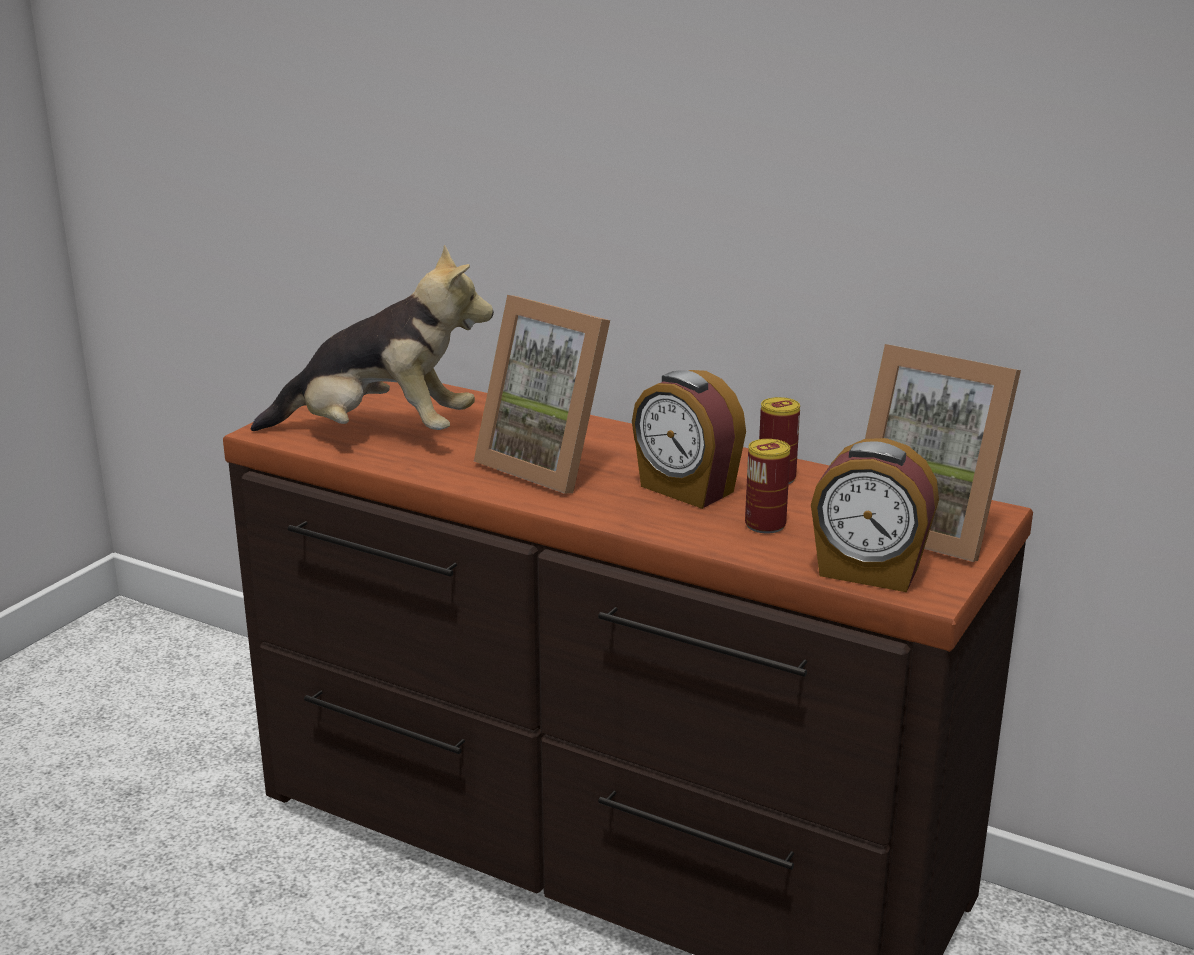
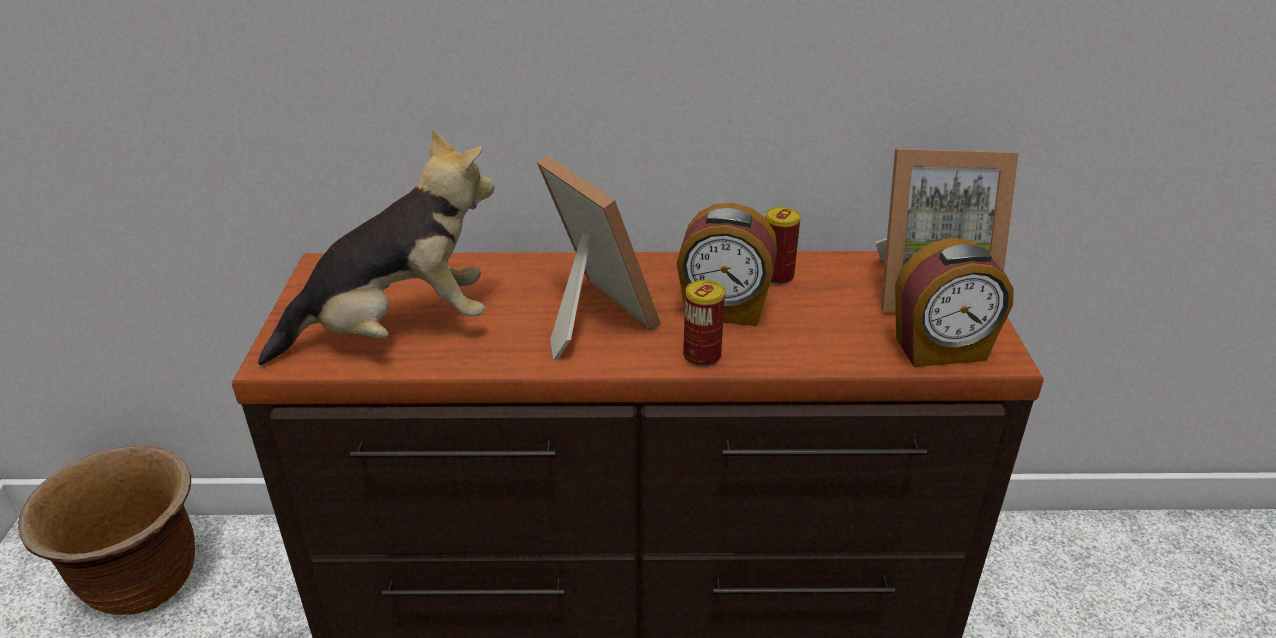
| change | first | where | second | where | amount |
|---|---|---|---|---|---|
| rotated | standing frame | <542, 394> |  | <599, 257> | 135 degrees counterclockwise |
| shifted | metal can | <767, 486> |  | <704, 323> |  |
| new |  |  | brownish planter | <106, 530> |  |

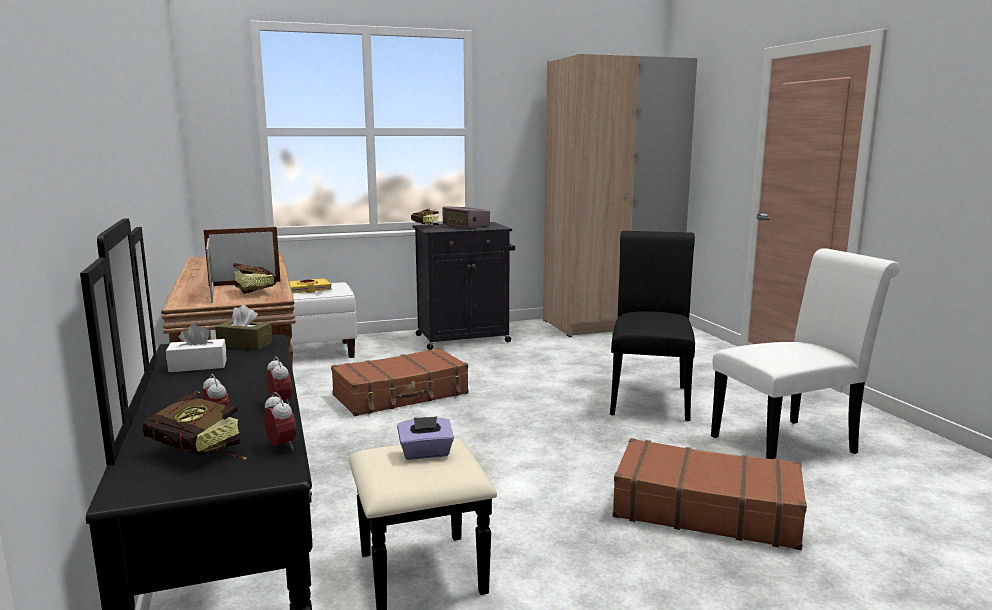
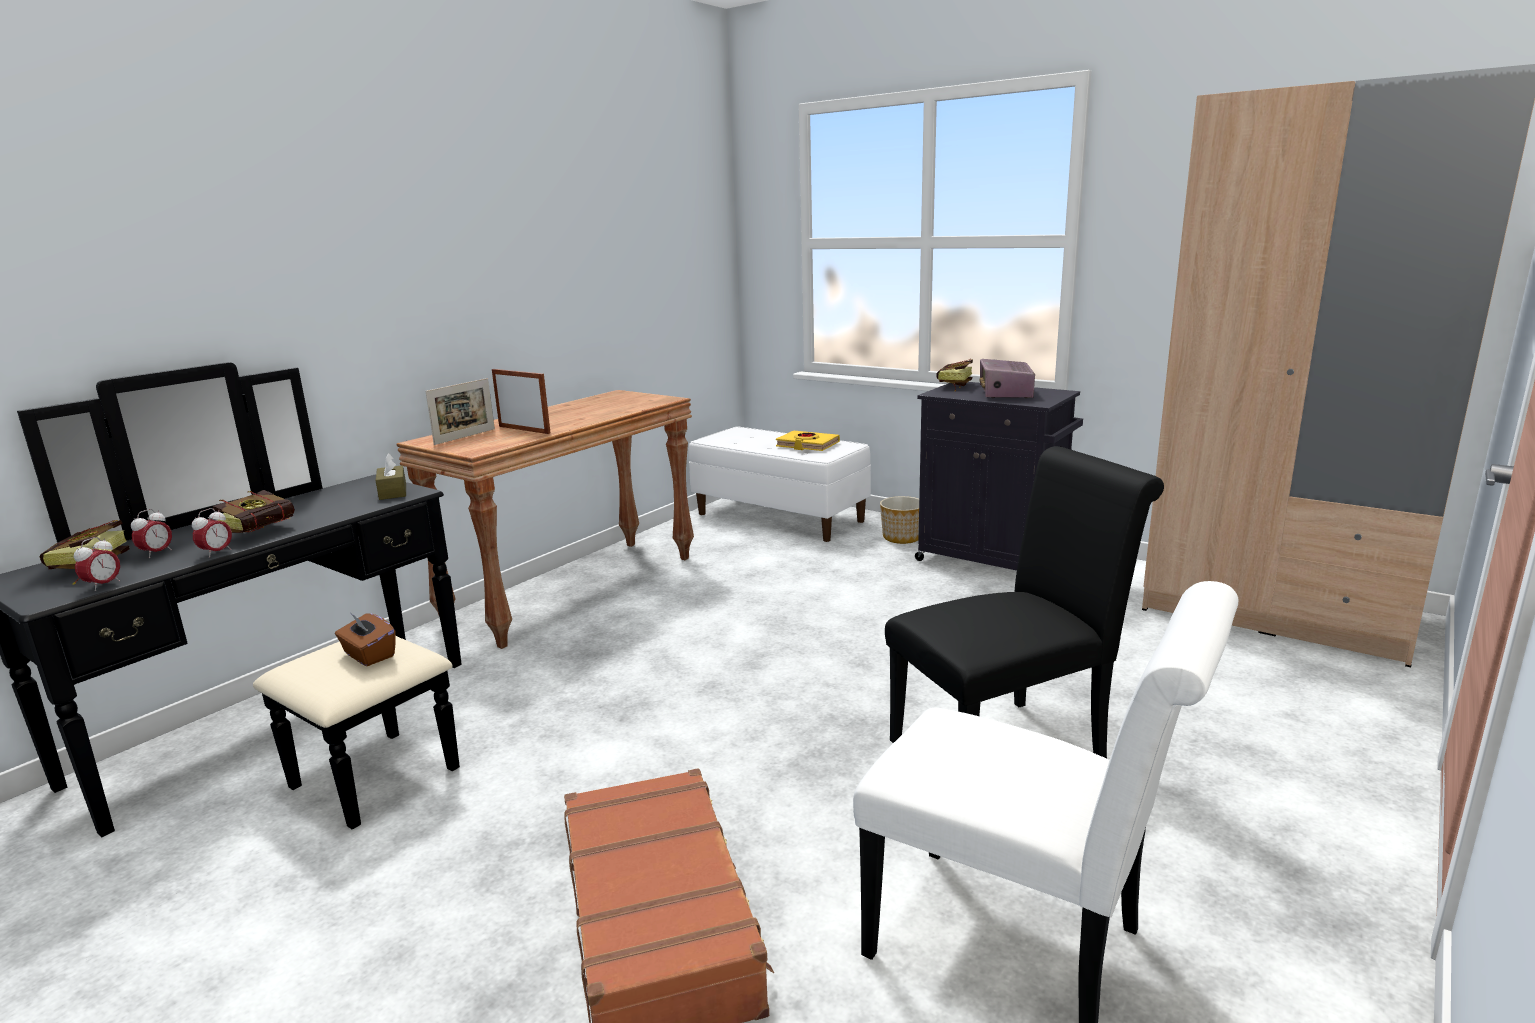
| change | first | where | second | where | amount |
|---|---|---|---|---|---|
| shifted | bound book | <255, 278> |  | <254, 511> |  |
| gone | whitish tissue box | <196, 348> |  |  |  |
| gone | brownish piece of luggage | <400, 382> |  |  |  |
| repainted | purple tissue box | <425, 438> | brownish tissue box | <365, 639> |  |
| new |  |  | planter | <899, 520> |  |

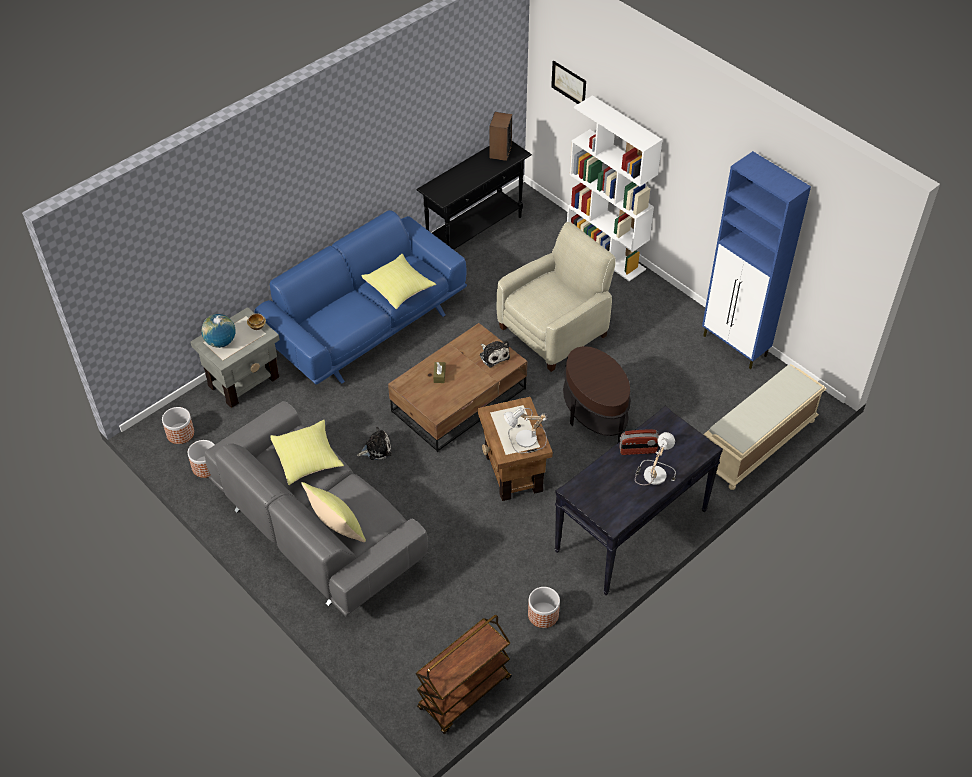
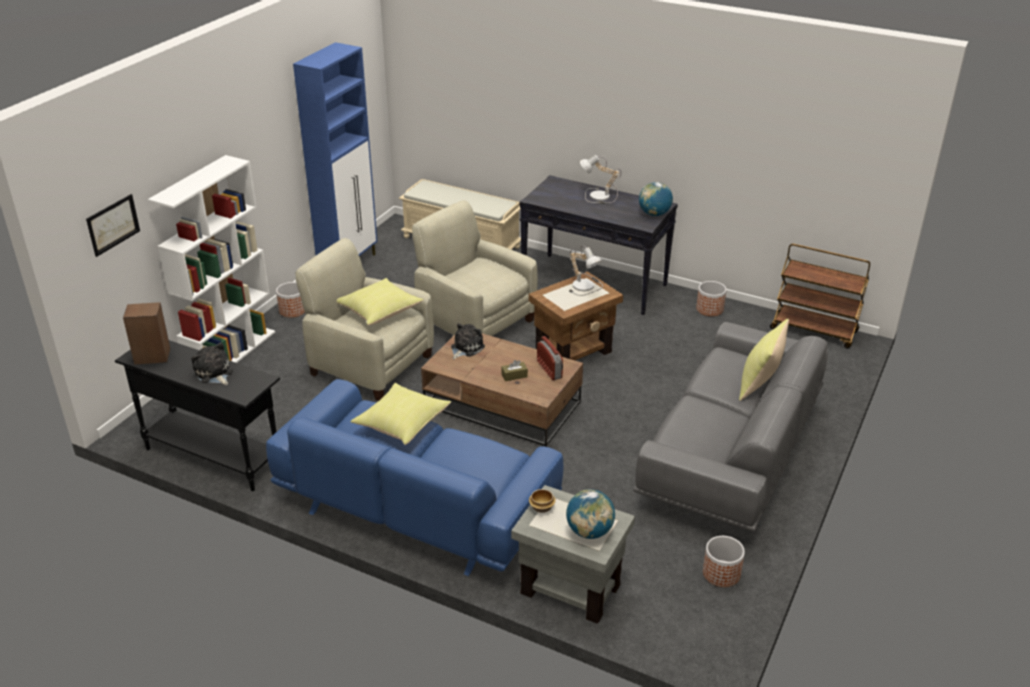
| change | first | where | second | where | amount |
|---|---|---|---|---|---|
| swapped | brownish end table | <597, 394> | sand-coloured armchair | <475, 268> |  |
| shifted | planter | <178, 425> |  | <290, 299> |  |
| shifted | yellowish pillow | <307, 452> |  | <380, 301> |  |
| shifted | soft toy | <374, 443> |  | <212, 363> |  |
| shifted | radio | <639, 442> |  | <550, 358> |  |
| new |  |  | desk globe | <656, 199> |  |

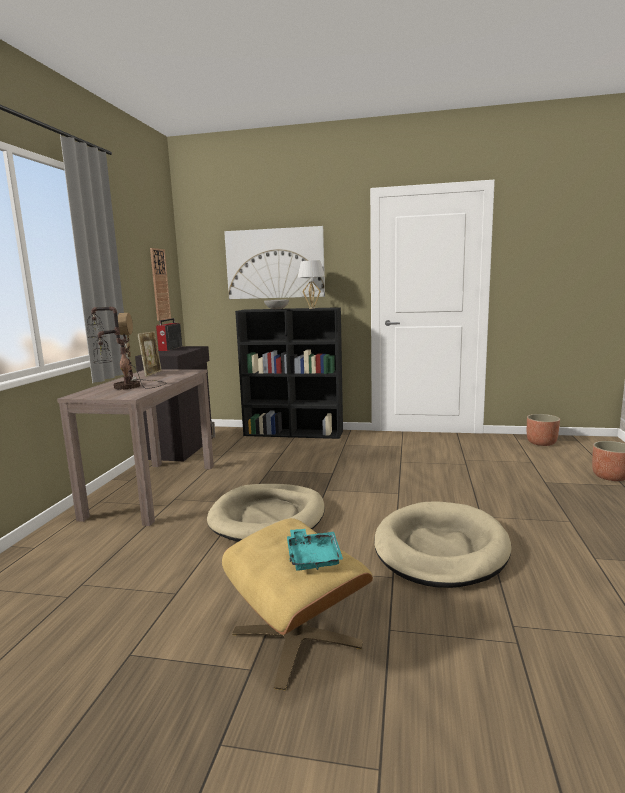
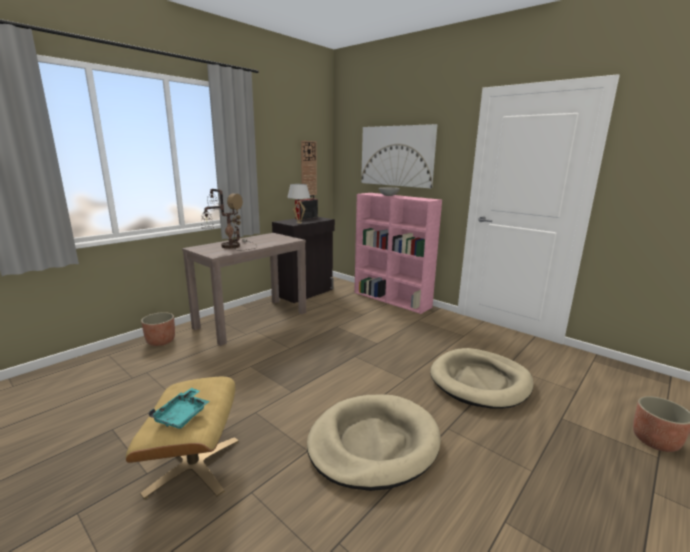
| change | first | where | second | where | amount |
|---|---|---|---|---|---|
| shifted | whitish lamp for a table | <311, 285> |  | <298, 204> |  |
| repainted | black shelving unit | <289, 373> | pink shelving unit | <398, 253> |  |
| gone | standing frame | <150, 354> |  |  |  |
| shifted | planter | <543, 430> |  | <158, 329> |  |
| shifted | sand-coloured dog bed | <266, 513> |  | <482, 378> |  |

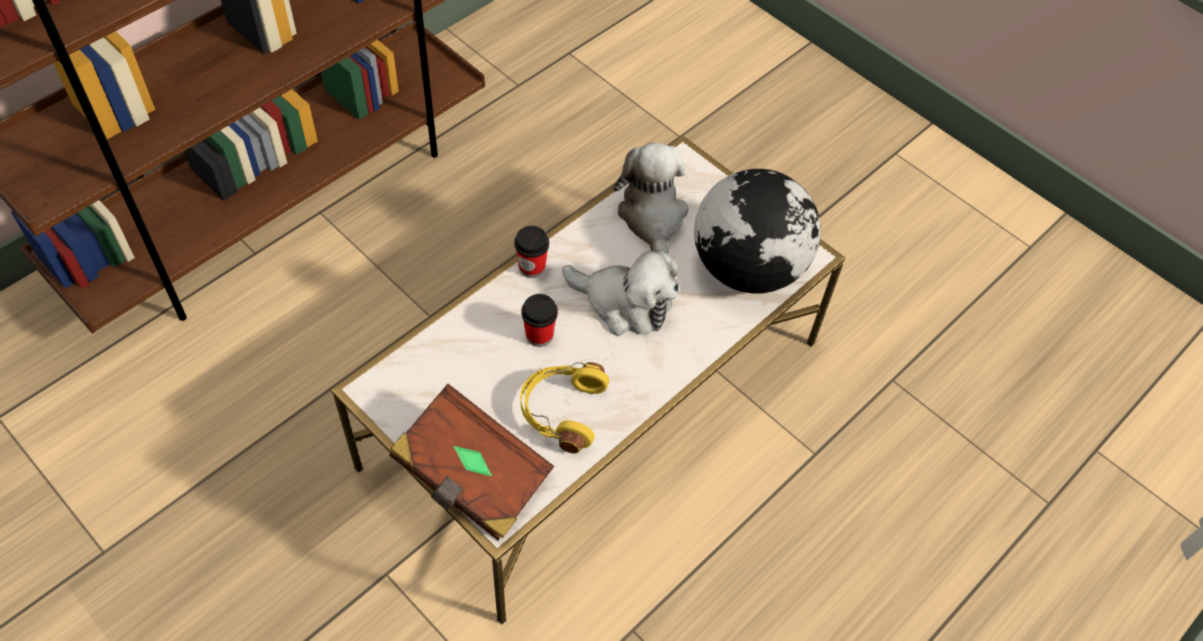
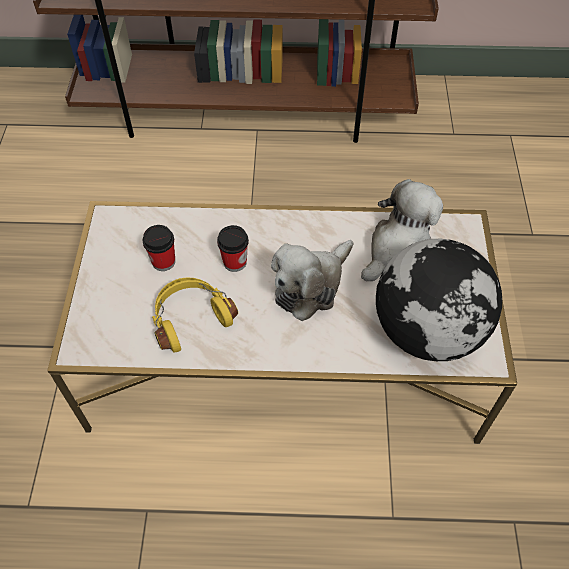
| change | first | where | second | where | amount |
|---|---|---|---|---|---|
| shifted | small cup | <531, 252> |  | <159, 248> |  |
| rotated | soft toy | <620, 292> |  | <312, 280> | 60 degrees clockwise |
| gone | brownish bound book | <471, 462> |  |  |  |

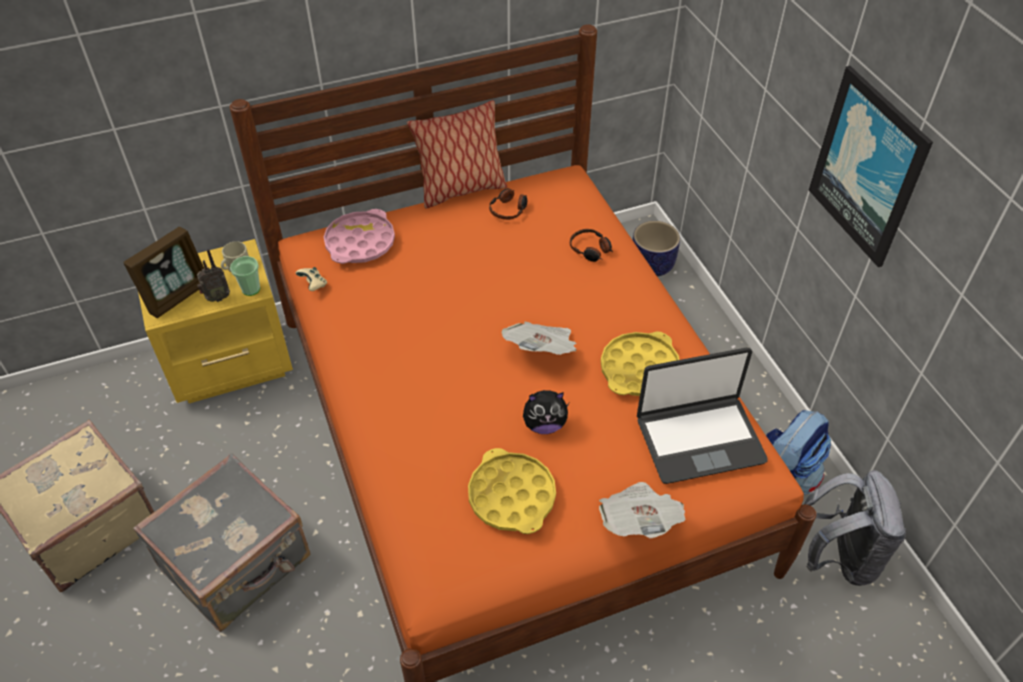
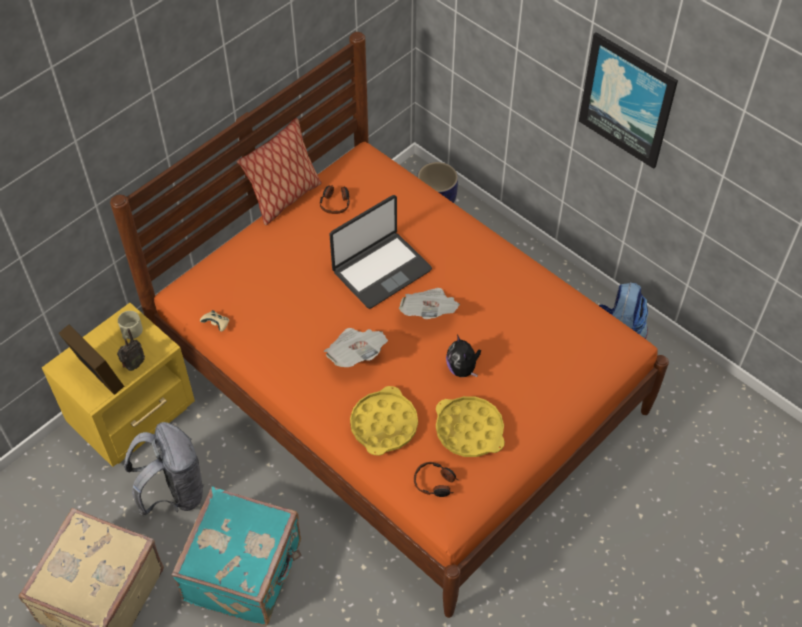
| change | first | where | second | where | amount |
|---|---|---|---|---|---|
| gone | pink tray | <359, 236> |  |  |  |
| rotated | standing frame | <163, 272> |  | <91, 359> | 60 degrees counterclockwise |
| shifted | headphones | <591, 245> |  | <436, 479> |  |
| gone | small cup | <245, 276> |  |  |  |
| shifted | yellowish tray | <640, 363> |  | <384, 421> |  |
| shifted | portable computer | <702, 415> |  | <380, 252> |  |
| rotated | soft toy | <546, 412> |  | <463, 355> | 105 degrees clockwise |
| repainted | grey piece of luggage | <222, 542> | turquoise-coloured piece of luggage | <236, 556> |  |
| shifted | grey rucksack | <855, 528> |  | <164, 469> |  |
| shifted | newspaper | <642, 510> |  | <356, 347> |  |

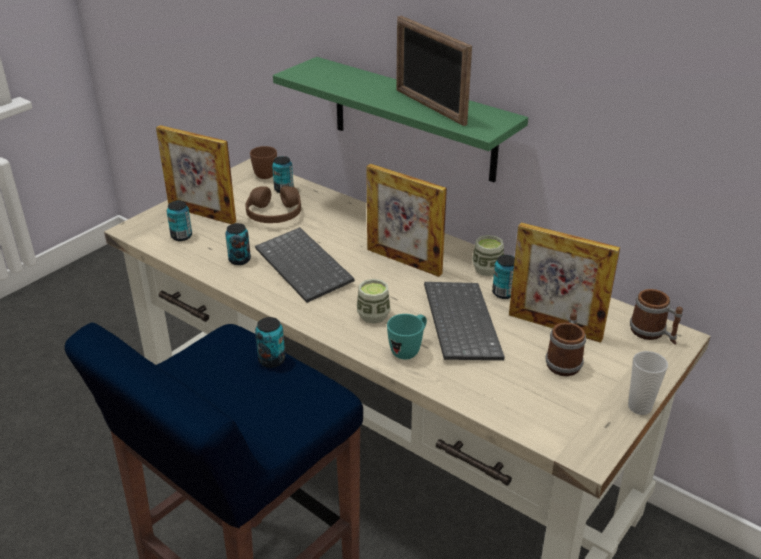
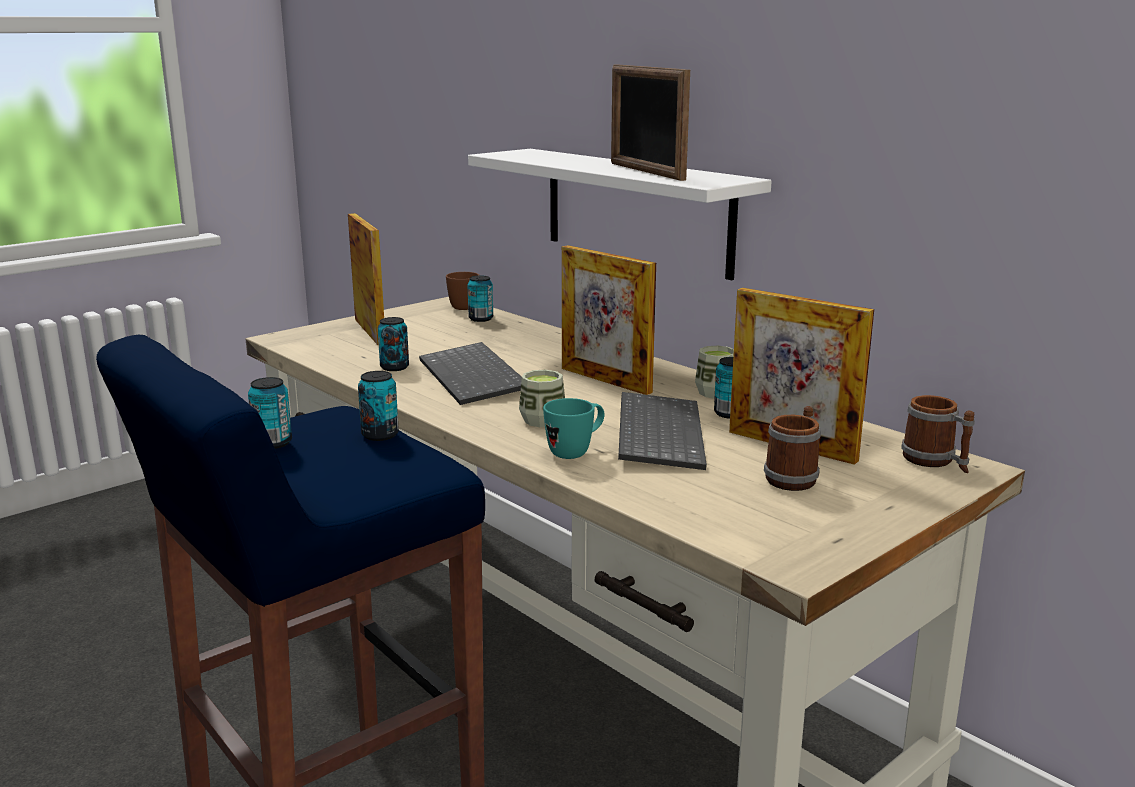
| change | first | where | second | where | amount |
|---|---|---|---|---|---|
| repainted | greenish shelf | <400, 119> | whitish shelf | <620, 214> |  |
| rotated | standing frame | <196, 174> |  | <366, 279> | 150 degrees counterclockwise |
| gone | brownish headphones | <273, 204> |  |  |  |
| shifted | metal can | <179, 221> |  | <270, 413> |  |
| gone | small cup | <648, 383> |  |  |  |

